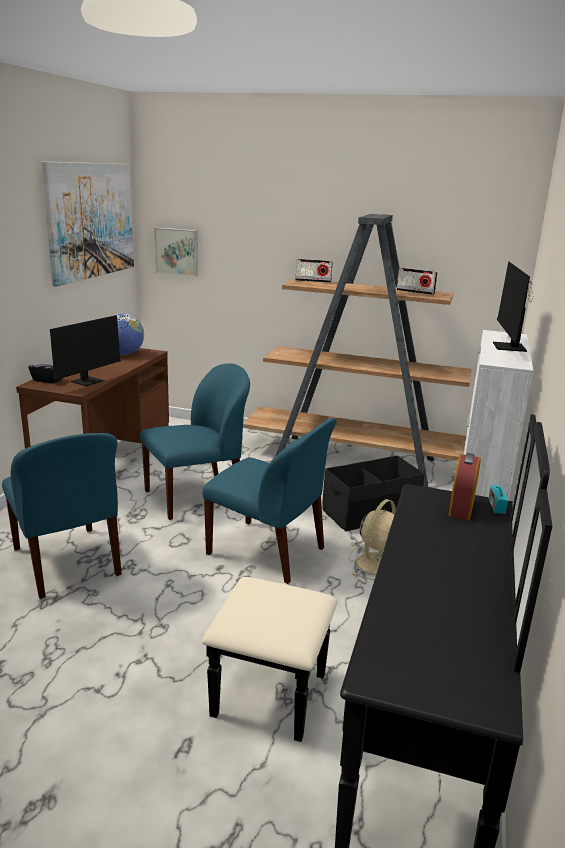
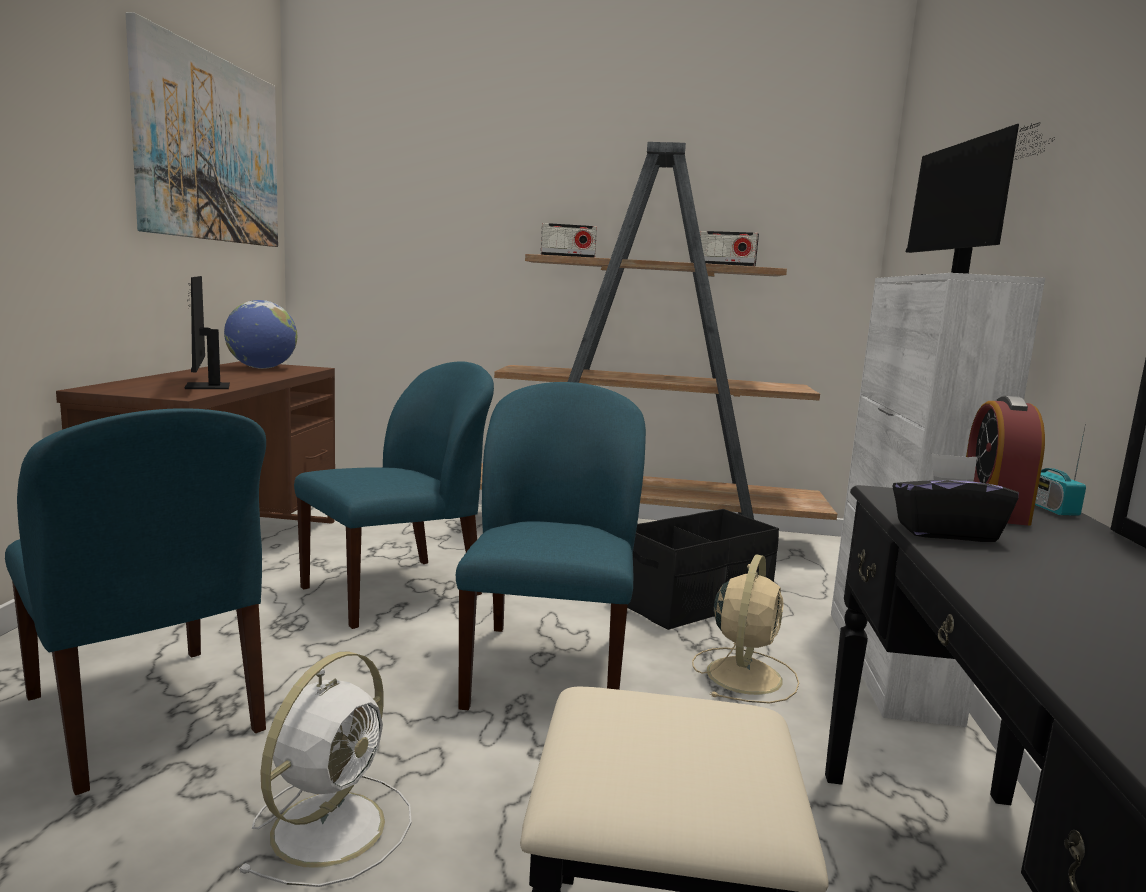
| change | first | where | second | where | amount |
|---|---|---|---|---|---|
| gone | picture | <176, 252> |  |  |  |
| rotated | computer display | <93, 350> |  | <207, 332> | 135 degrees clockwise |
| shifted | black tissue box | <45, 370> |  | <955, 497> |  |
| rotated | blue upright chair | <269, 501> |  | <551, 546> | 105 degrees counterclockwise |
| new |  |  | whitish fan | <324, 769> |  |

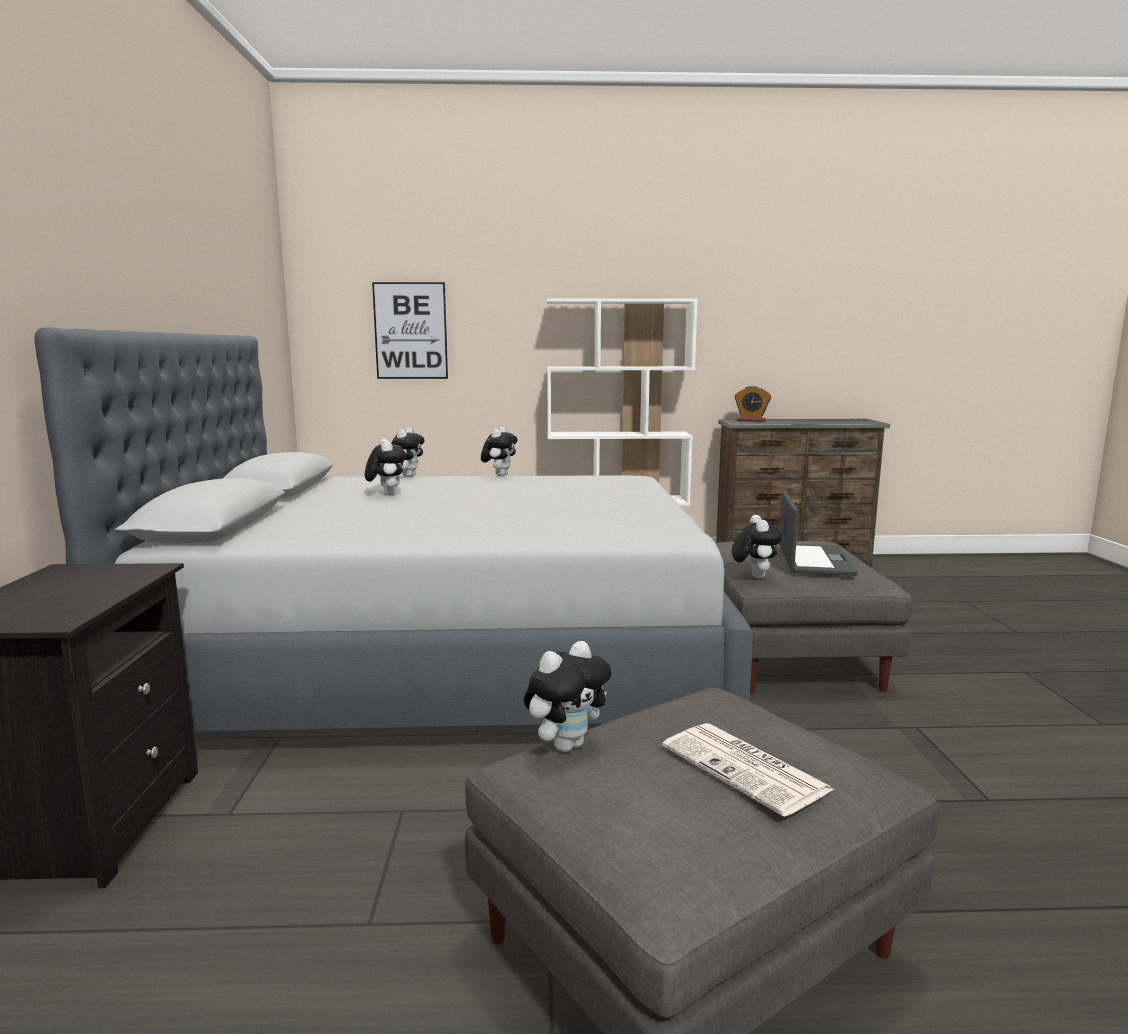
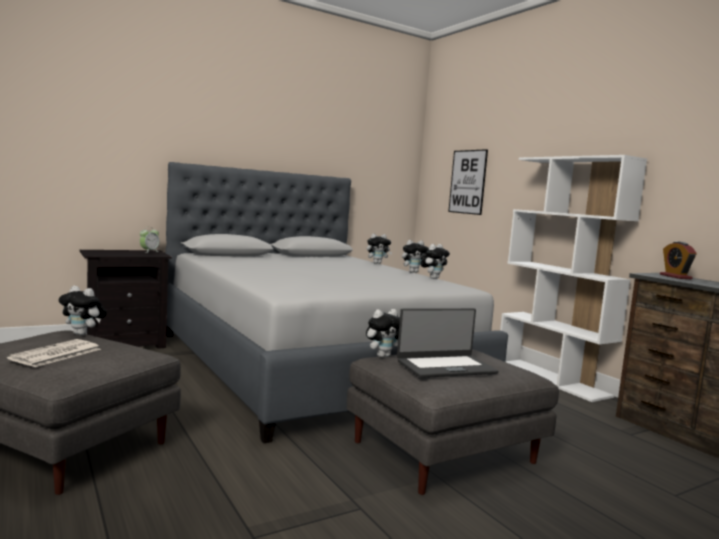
| change | first | where | second | where | amount |
|---|---|---|---|---|---|
| shifted | soft toy | <385, 467> |  | <435, 261> |  |
| new |  |  | alarm clock | <149, 239> |  |

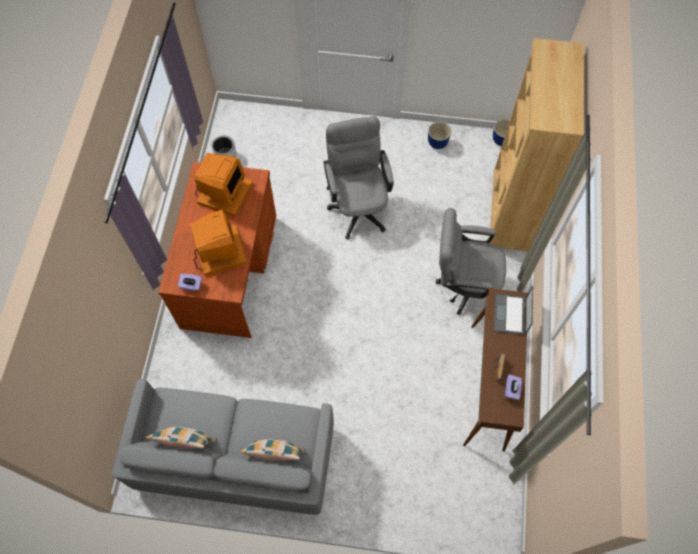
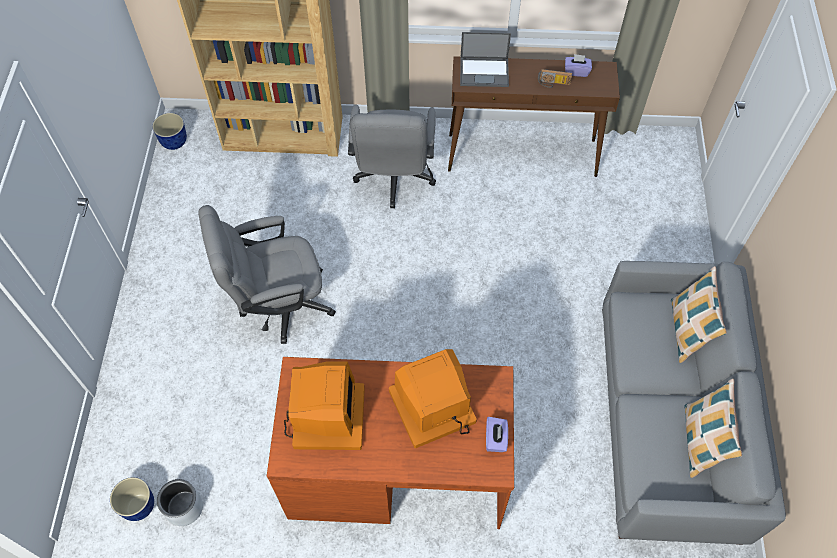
| change | first | where | second | where | amount |
|---|---|---|---|---|---|
| shifted | planter | <439, 135> |  | <132, 499> |  |
| rotated | computer display | <223, 185> |  | <324, 405> | 75 degrees clockwise |

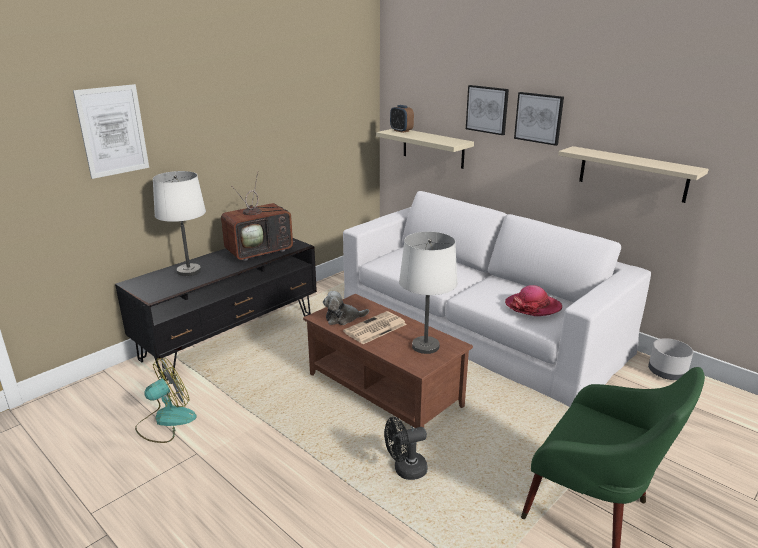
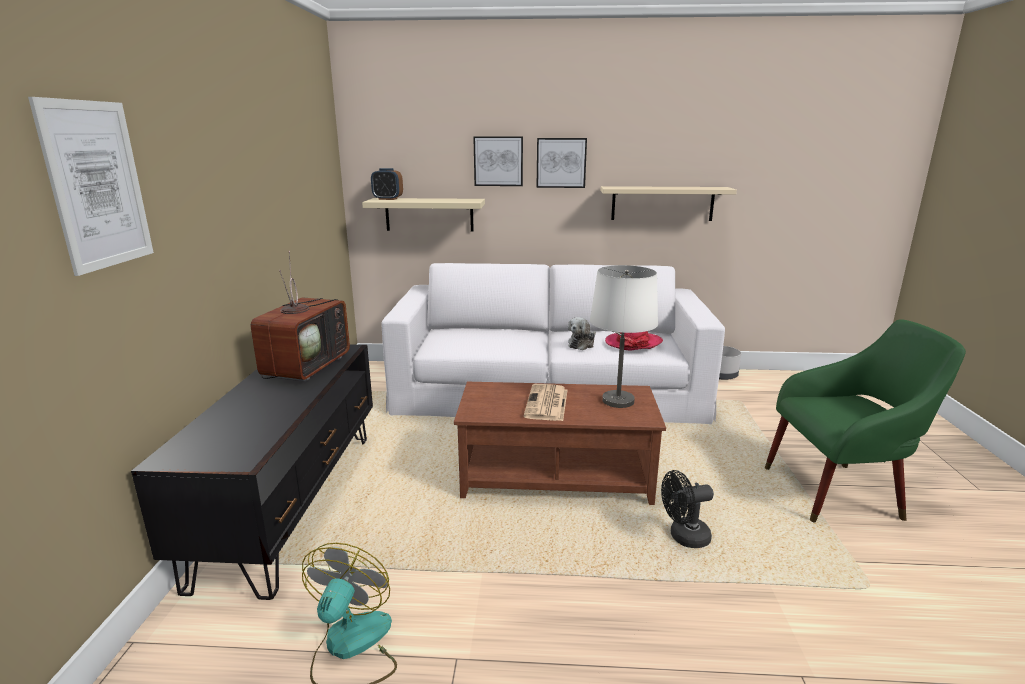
| change | first | where | second | where | amount |
|---|---|---|---|---|---|
| gone | whitish lamp for a table | <179, 223> |  |  |  |
| shifted | soft toy | <346, 308> |  | <582, 333> |  |
| rotated | black fan | <406, 448> |  | <687, 509> | 45 degrees clockwise |

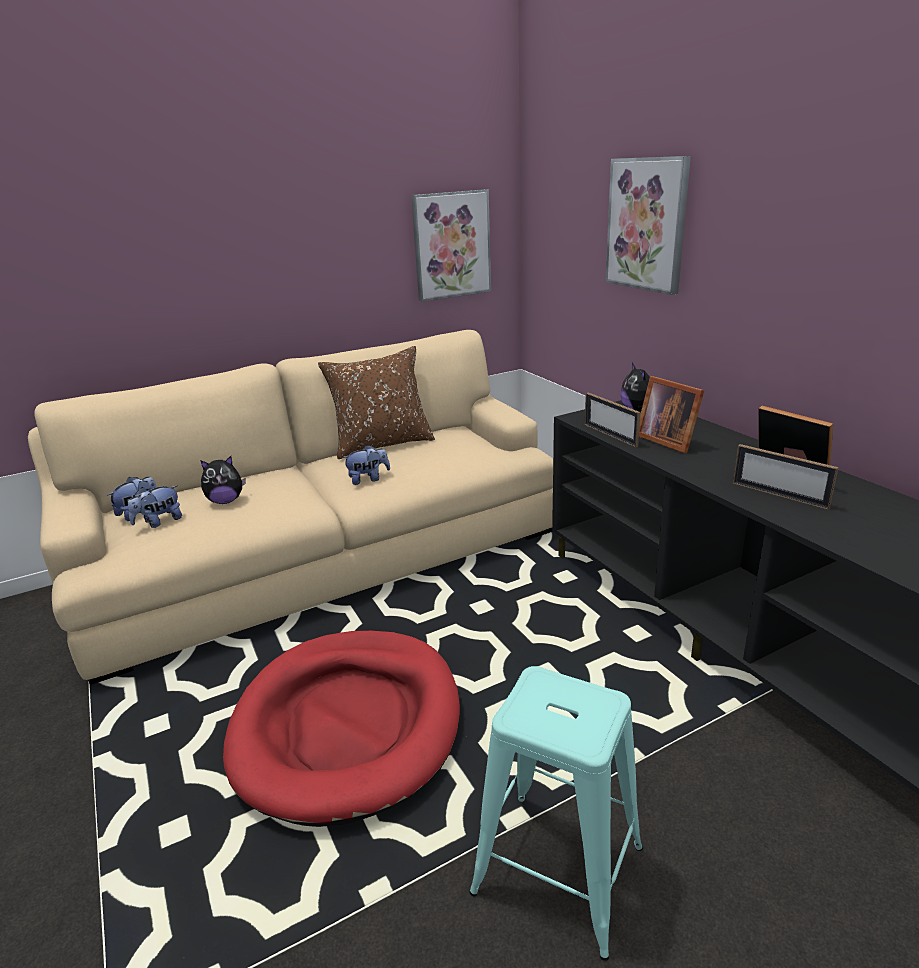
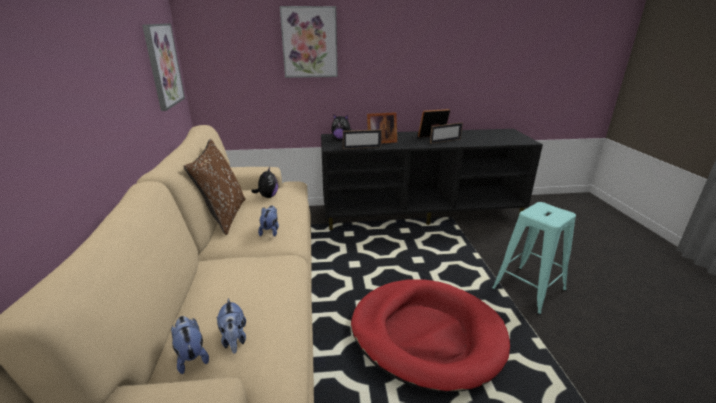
| change | first | where | second | where | amount |
|---|---|---|---|---|---|
| shifted | soft toy | <223, 480> |  | <264, 182> |  |

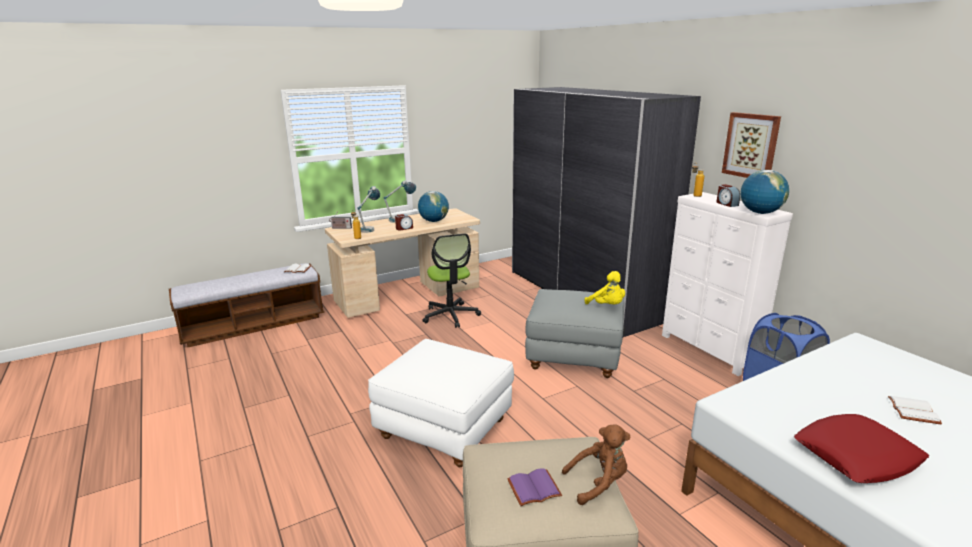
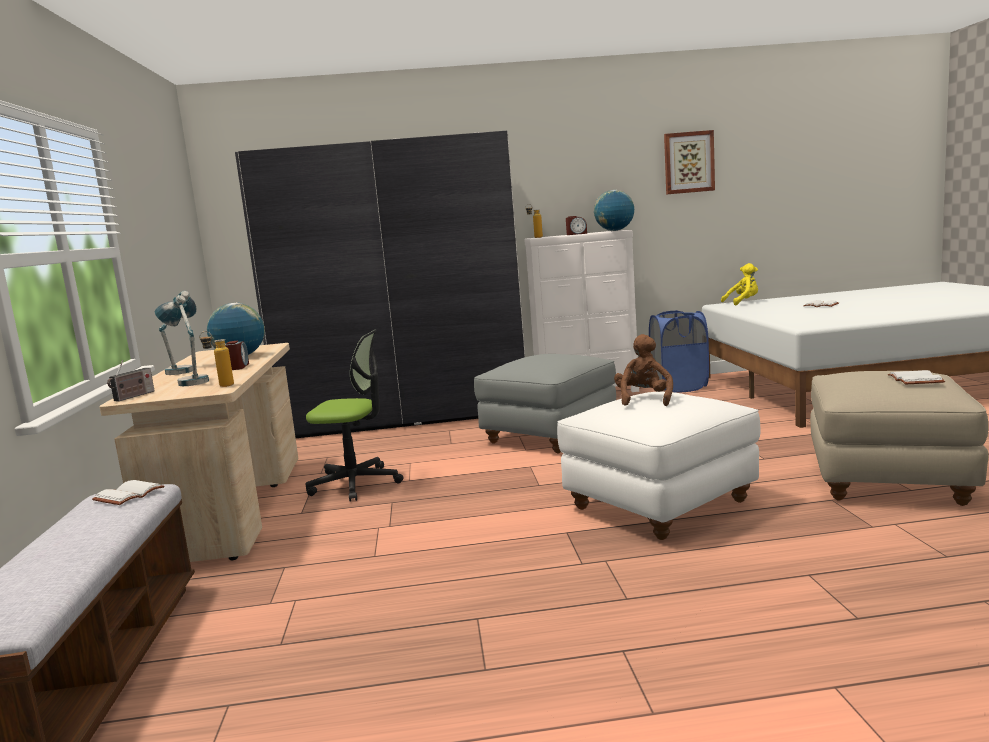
| change | first | where | second | where | amount |
|---|---|---|---|---|---|
| shifted | picture | <751, 145> |  | <689, 162> |  |
| shifted | yellowish soft toy | <604, 287> |  | <739, 284> |  |
| gone | reddish pillow | <861, 448> |  |  |  |
| shifted | brownish soft toy | <596, 464> |  | <643, 370> |  |
| repainted | purple bound book | <534, 487> | whitish bound book | <916, 377> |  |

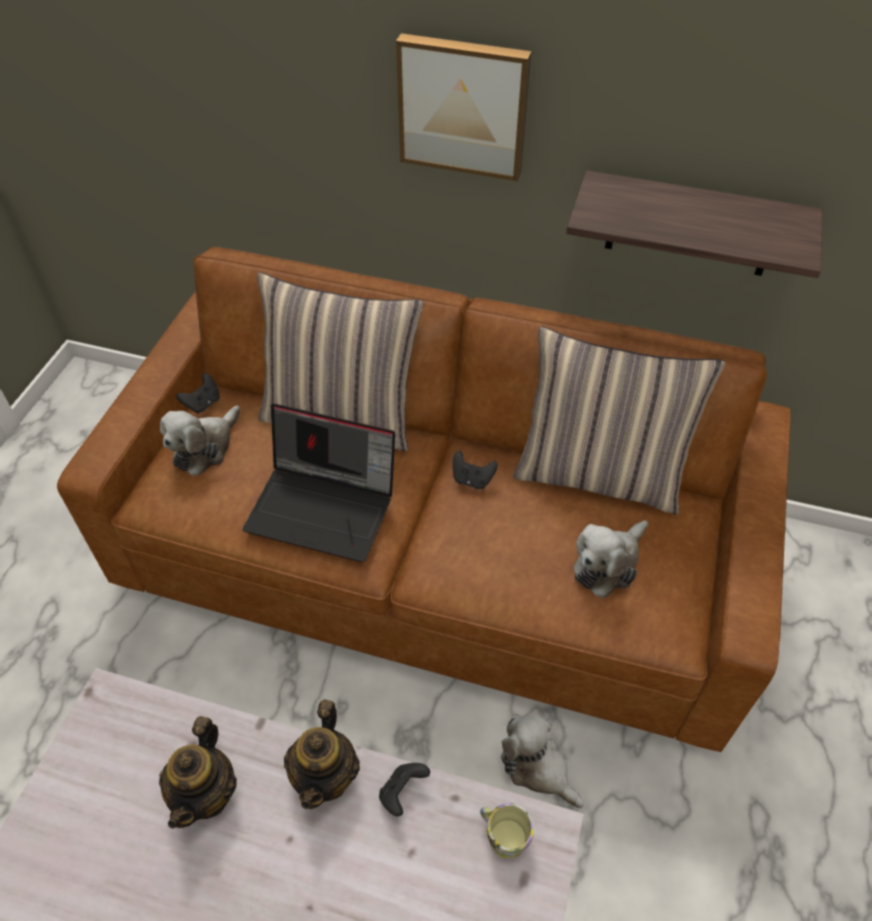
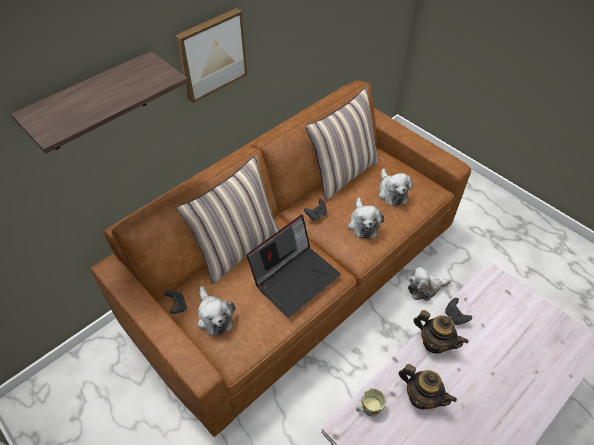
| change | first | where | second | where | amount |
|---|---|---|---|---|---|
| shifted | shelf | <694, 224> |  | <99, 102> |  |
| shifted | mug | <507, 830> |  | <371, 402> |  |
| new |  |  | soft toy | <366, 218> |  |

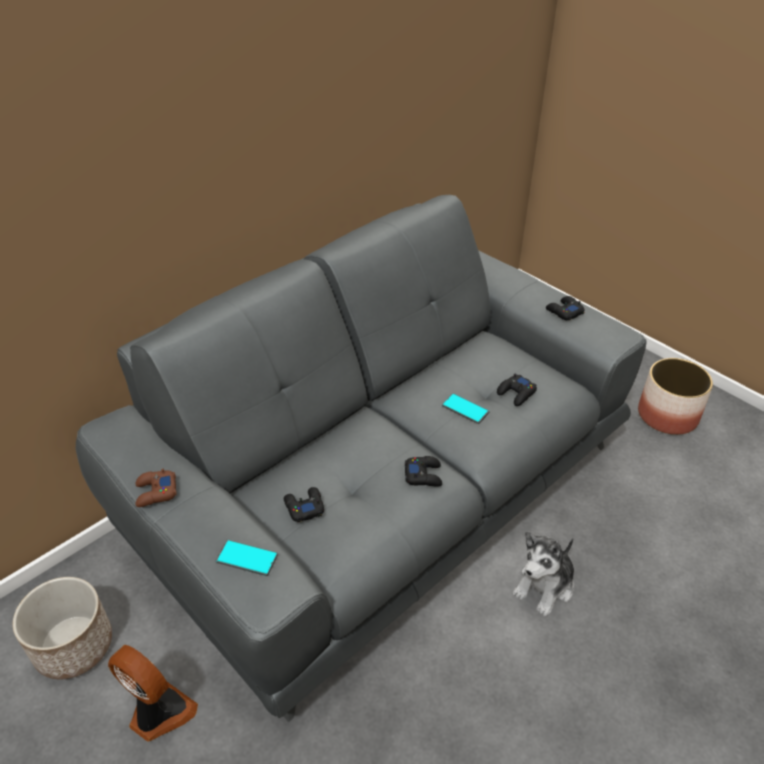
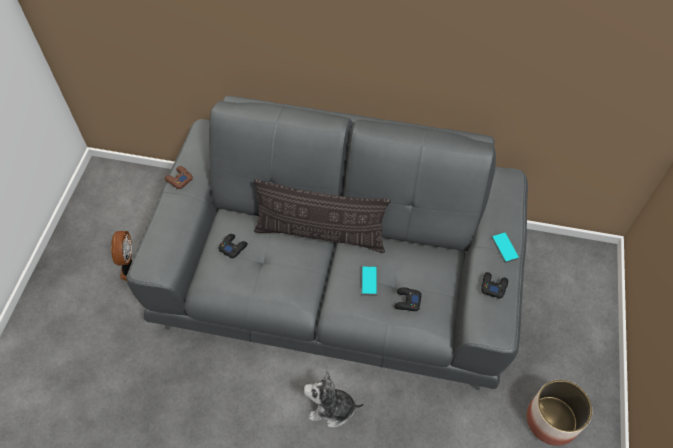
| change | first | where | second | where | amount |
|---|---|---|---|---|---|
| gone | black gamepad | <423, 471> |  |  |  |
| shifted | telephone | <246, 557> |  | <505, 247> |  |
| gone | planter | <62, 628> |  |  |  |
| new |  |  | pillow | <322, 216> |  |

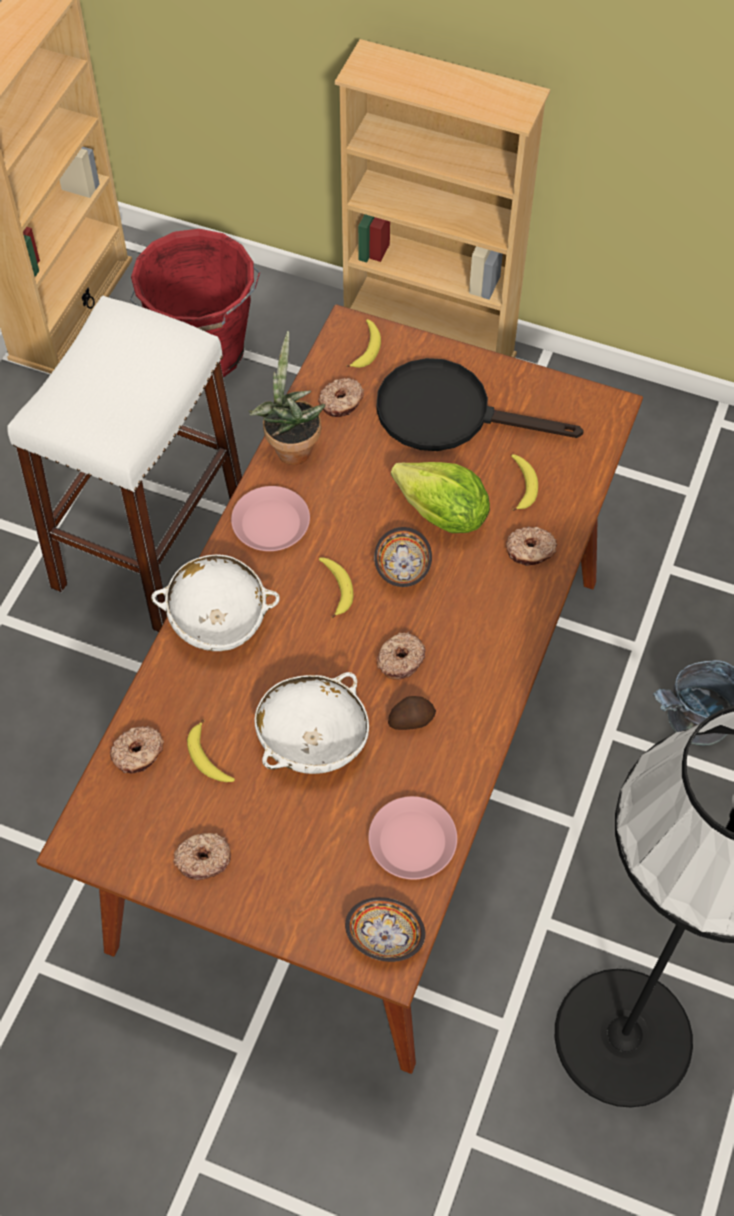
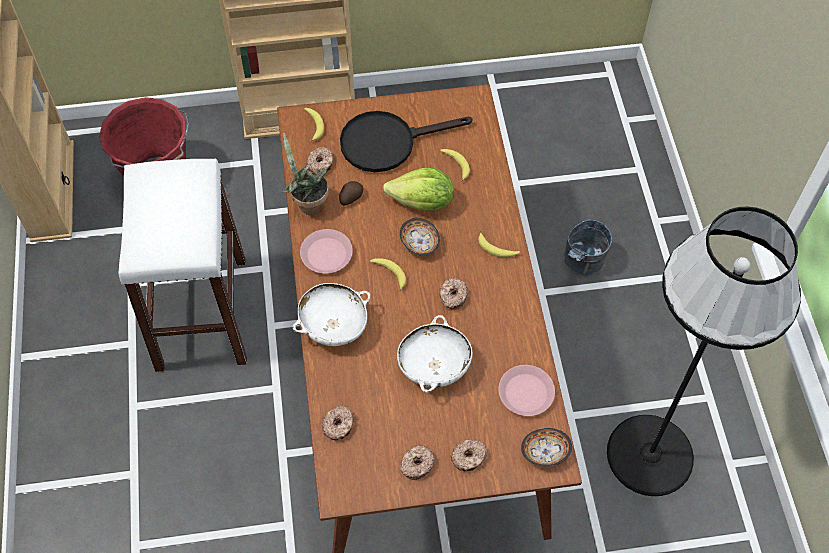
| change | first | where | second | where | amount |
|---|---|---|---|---|---|
| shifted | donut | <531, 546> |  | <469, 455> |  |
| shifted | spud | <412, 713> |  | <351, 193> |  |
| shifted | banana fruit | <211, 750> |  | <499, 244> |  |

